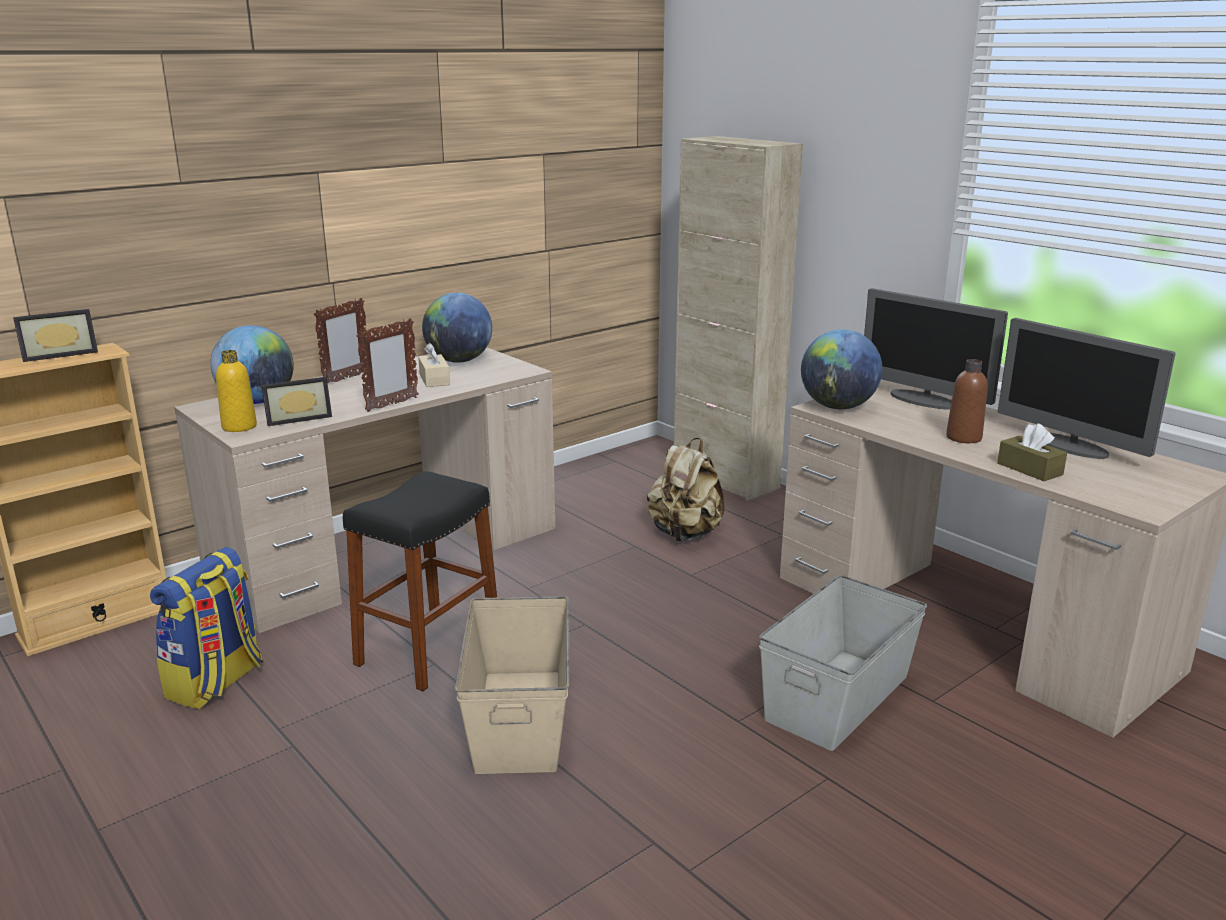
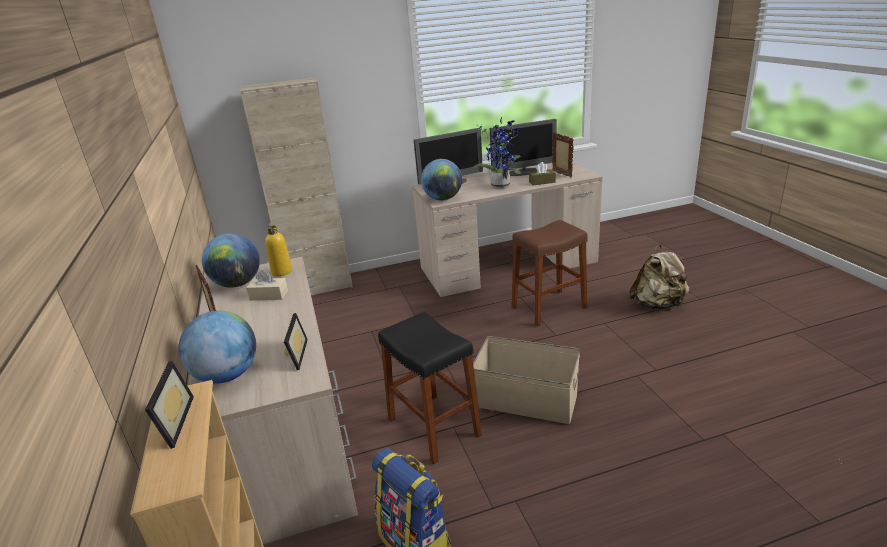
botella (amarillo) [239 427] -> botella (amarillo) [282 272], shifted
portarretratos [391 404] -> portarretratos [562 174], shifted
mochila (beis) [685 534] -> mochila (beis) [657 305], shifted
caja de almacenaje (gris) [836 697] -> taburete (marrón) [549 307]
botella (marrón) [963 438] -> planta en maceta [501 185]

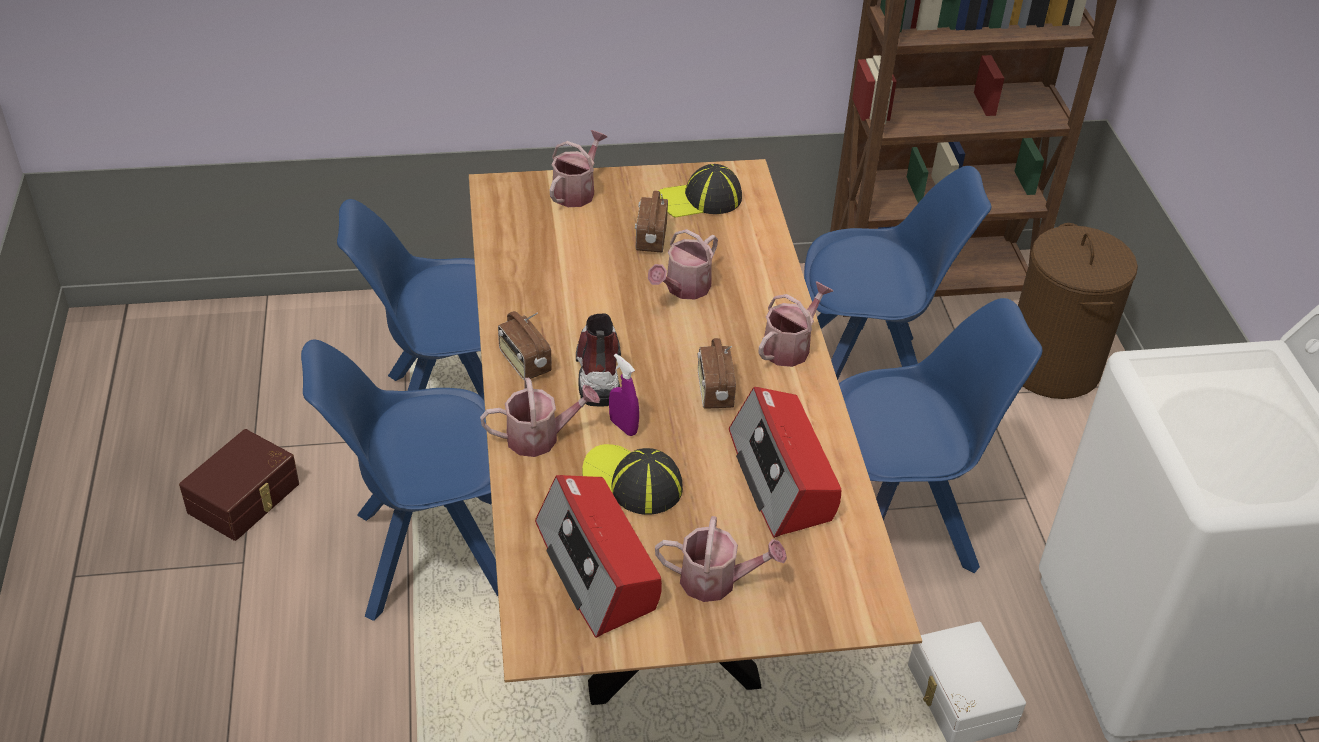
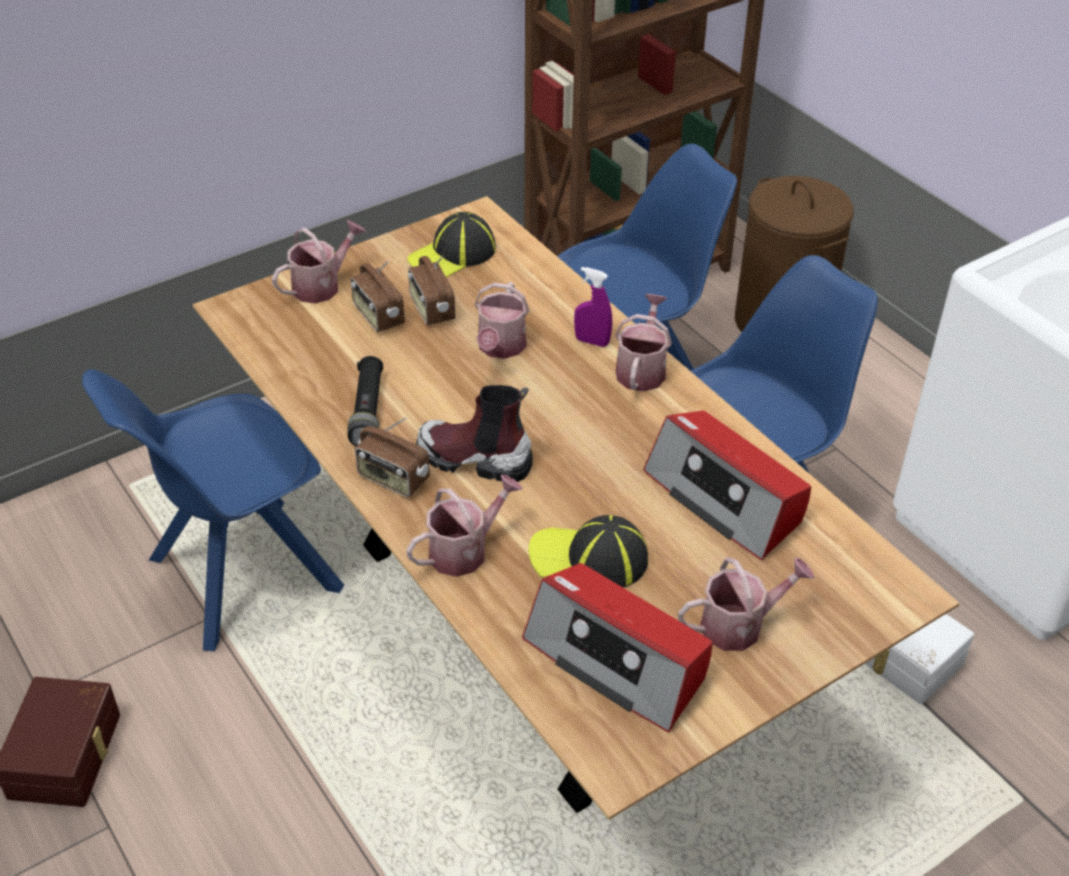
silla (azul) [427 555] -> none
regadera [577 191] -> regadera [321 285], 45 degrees clockwise
bota [598 370] -> bota [474 459], 45 degrees counterclockwise
pulverizador (morado) [623 426] -> pulverizador (morado) [592 341], shifted
radio [714 391] -> radio [378 316], shifted
none -> linterna (negro) [367 411]

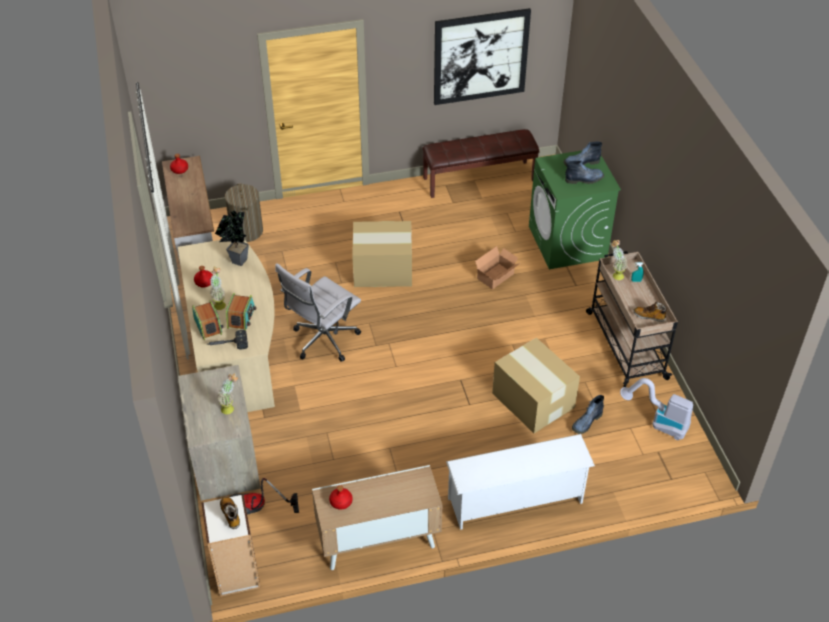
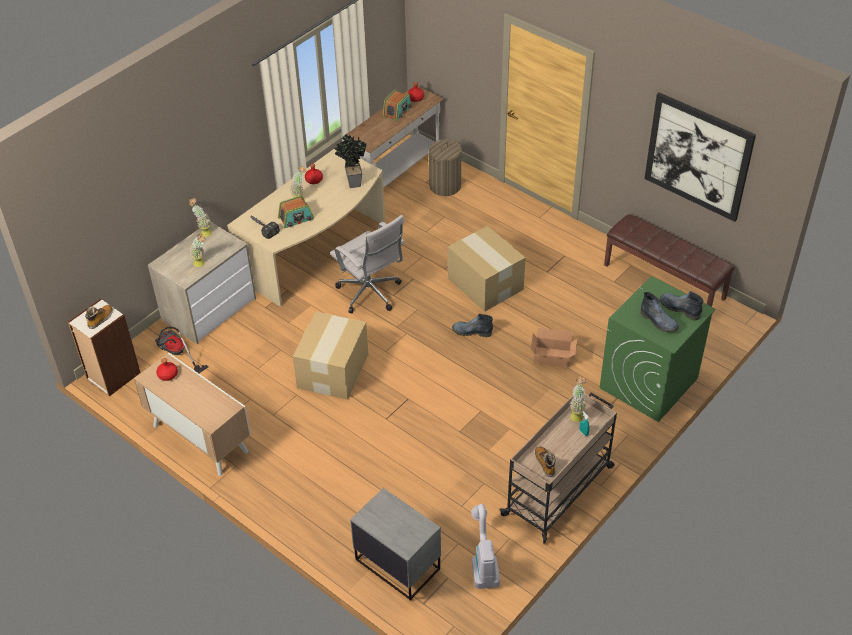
radio [208 326] -> radio [397 111], shifted
silla de oficina (blanco) [322 341] -> silla de oficina (blanco) [371 294], 135 degrees counterclockwise
zapatero (blanco) [516 502] -> none
caja de cartón [533 401] -> caja de cartón [332 371], shifted
bota [586 422] -> bota [471 332], shifted
none -> planta en maceta [203 232]
none -> mesita de noche (gris) [398 564]

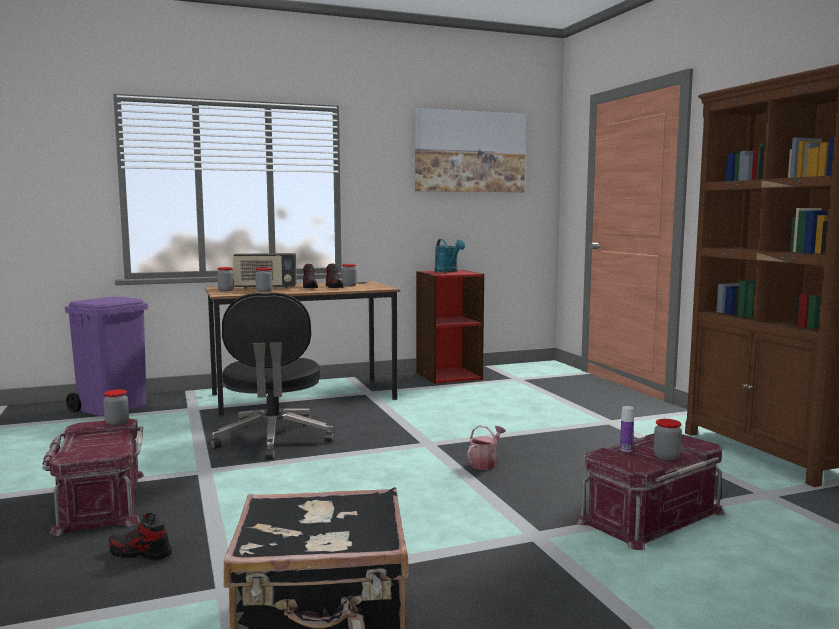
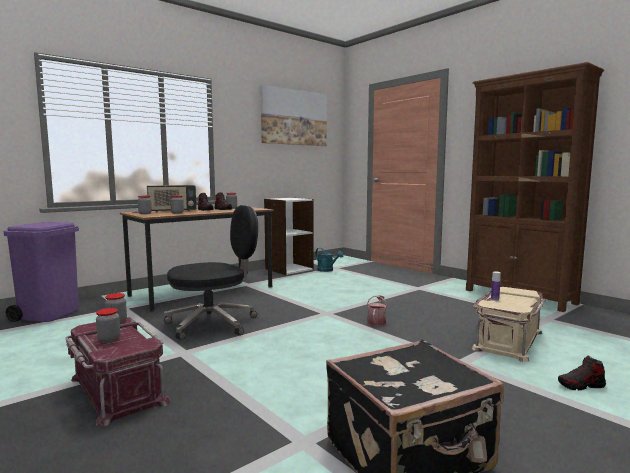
zapato [140 553] -> zapato [581 385], shifted
silla de oficina (negro) [273 440] -> silla de oficina (negro) [213 323], 90 degrees counterclockwise
estantería (rojo) [448 375] -> estantería (blanco) [289 269]
regadera (turquesa) [448 271] -> regadera (turquesa) [327 270], shifted
caja de almacenaje (rojo) [649 516] -> caja de almacenaje (beis) [507 340]
tarro [666 457] -> tarro [109 339], shifted

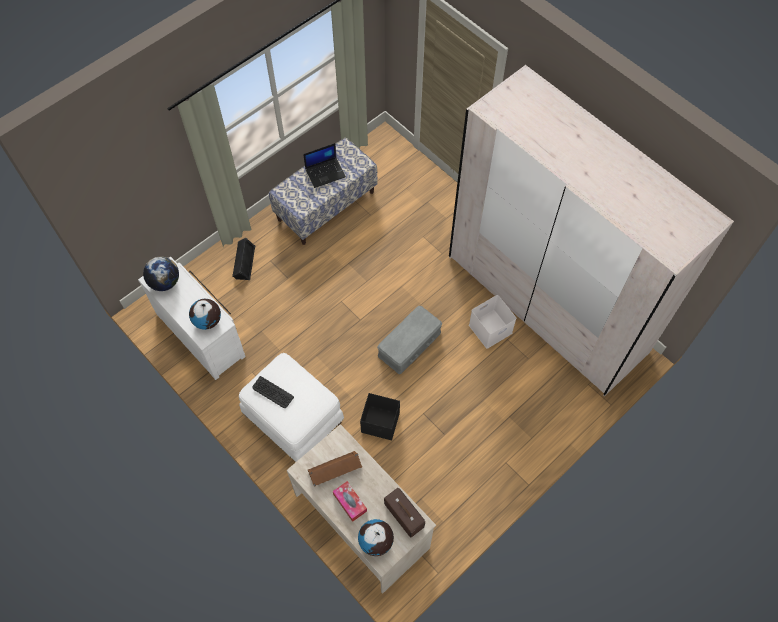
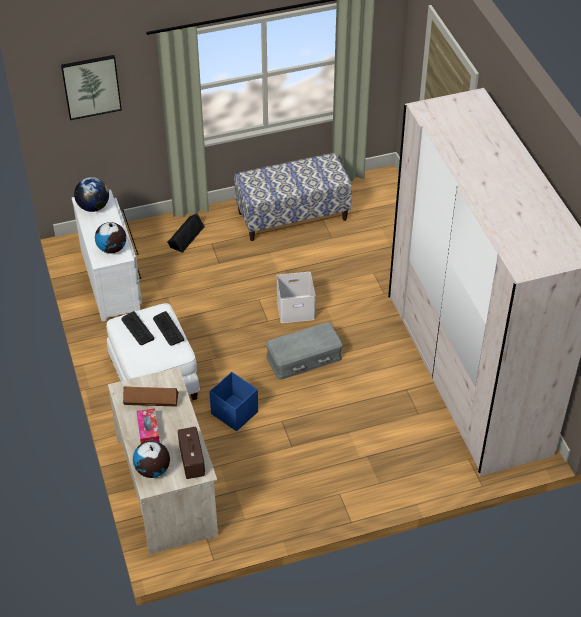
portátil [325 172] -> none
caja de almacenaje (negro) [381 423] -> caja de almacenaje (azul) [235 413]
caja de almacenaje (blanco) [490 330] -> caja de almacenaje (blanco) [295 309], shifted
none -> cuadro [91 86]
none -> teclado [168 329]

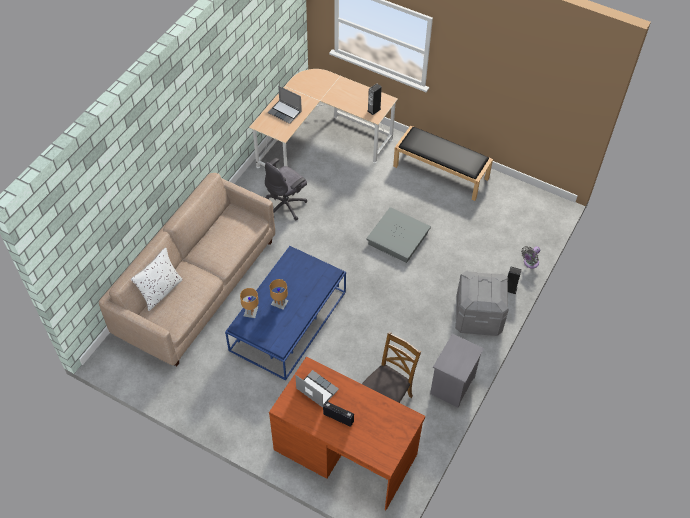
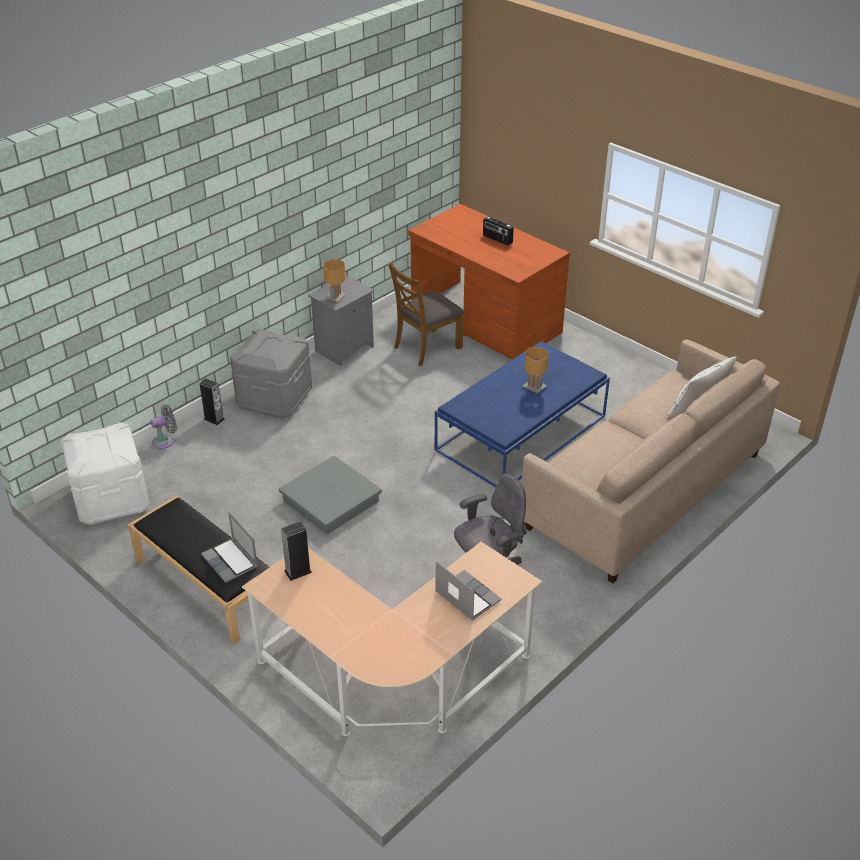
lámpara de mesa (marrón) [250 312] -> lámpara de mesa (marrón) [336 297], shifted
portátil [316 389] -> portátil [231 561], shifted
none -> caja de almacenaje (blanco) [111 500]

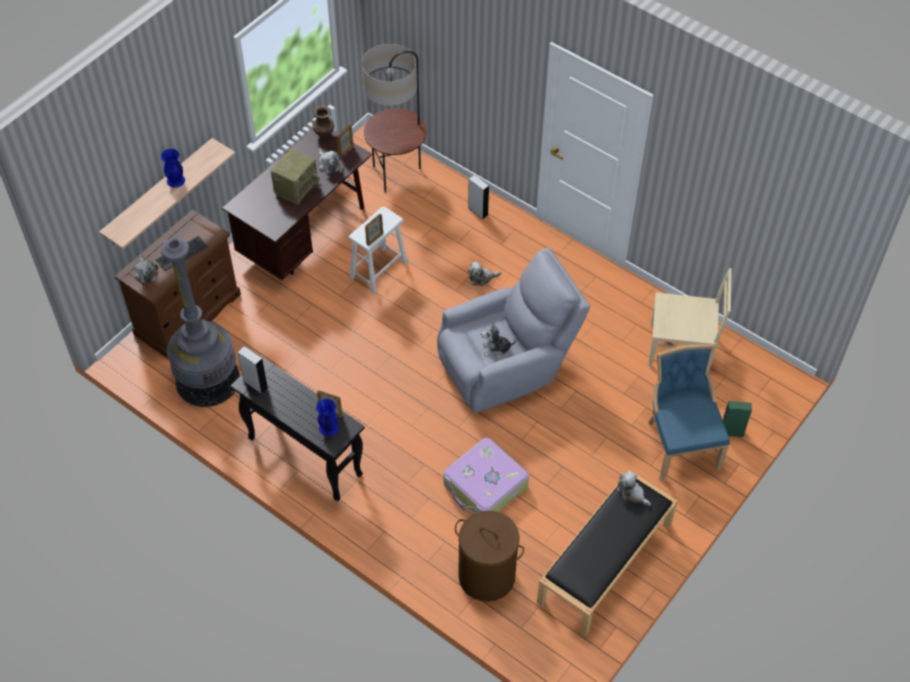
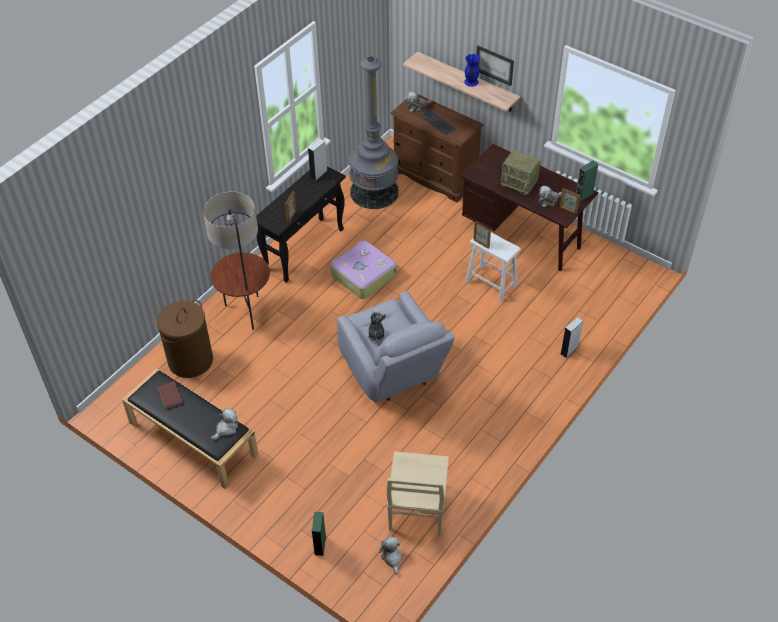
florero (marrón) [324 135] -> altavoz (verde) [584 196]
florero (azul) [328 428] -> none
lámpara de pie [397 174] -> lámpara de pie [246 313], shifted
maleta [485 486] -> maleta [363 275], shifted
peluche [482 278] -> peluche [392 557], shifted
silla (azul) [680 443] -> none
none -> libro (marrón) [170 395]
none -> cuadro [494 65]

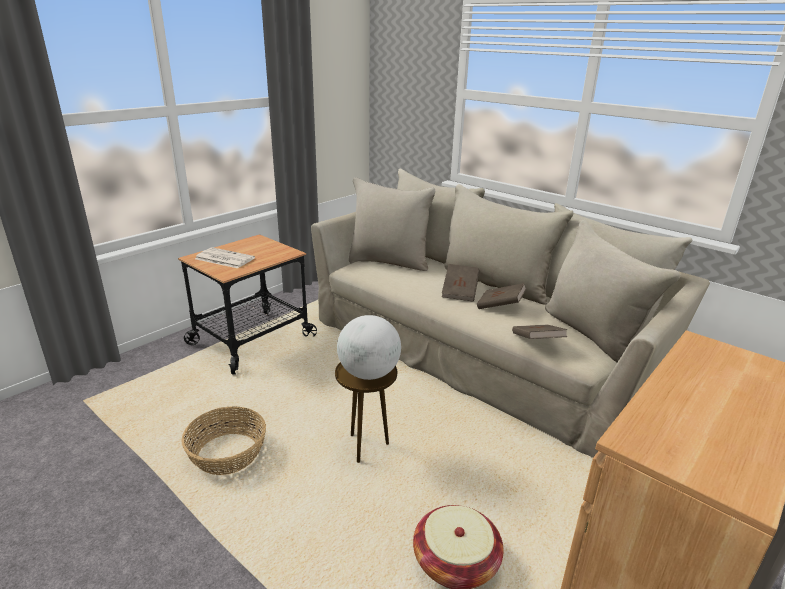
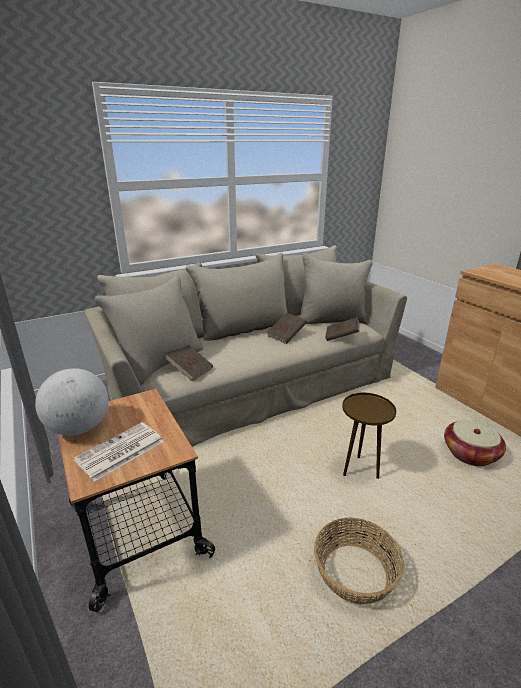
globo terráqueo [369 373] -> globo terráqueo [79 428], shifted
libro (marrón) [460 292] -> libro (marrón) [190 370], shifted

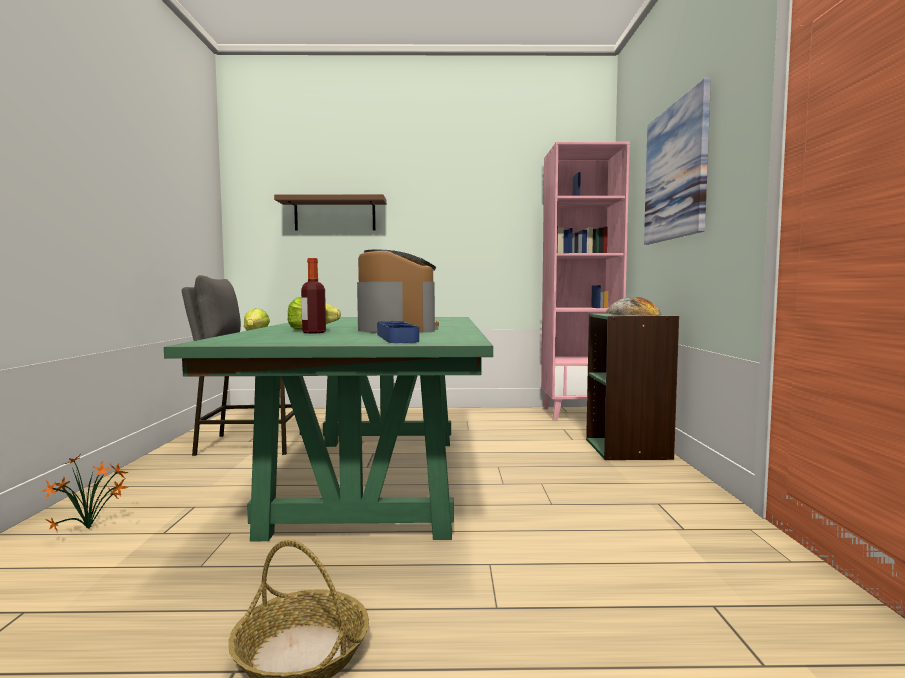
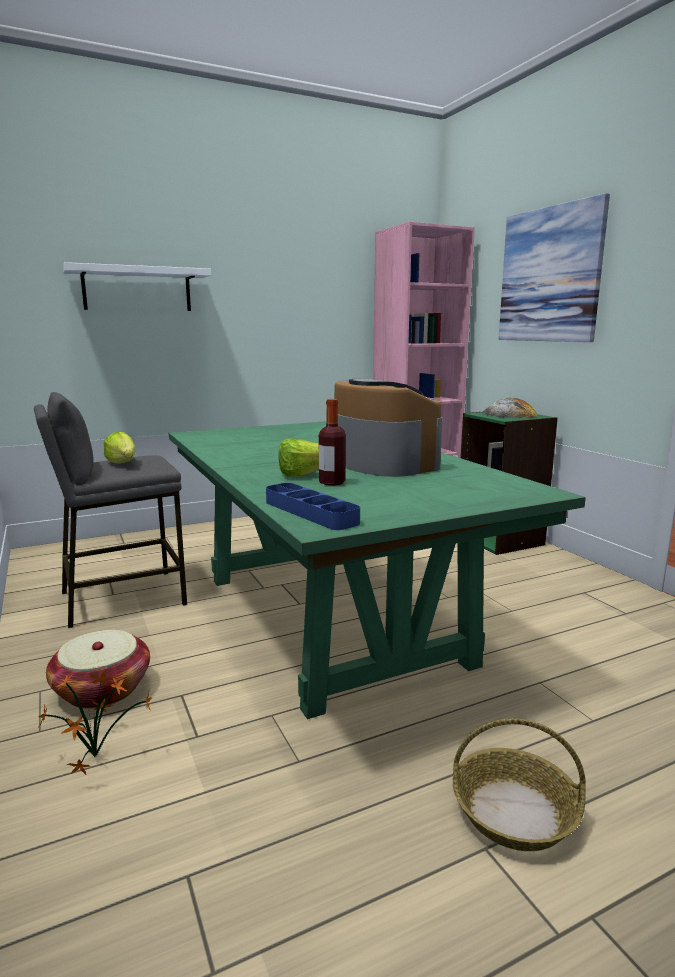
estante (marrón) [335 214] -> estante (blanco) [137 289]
bandeja (azul) [396 338] -> bandeja (azul) [310 512], shifted
none -> cesta [102 689]

